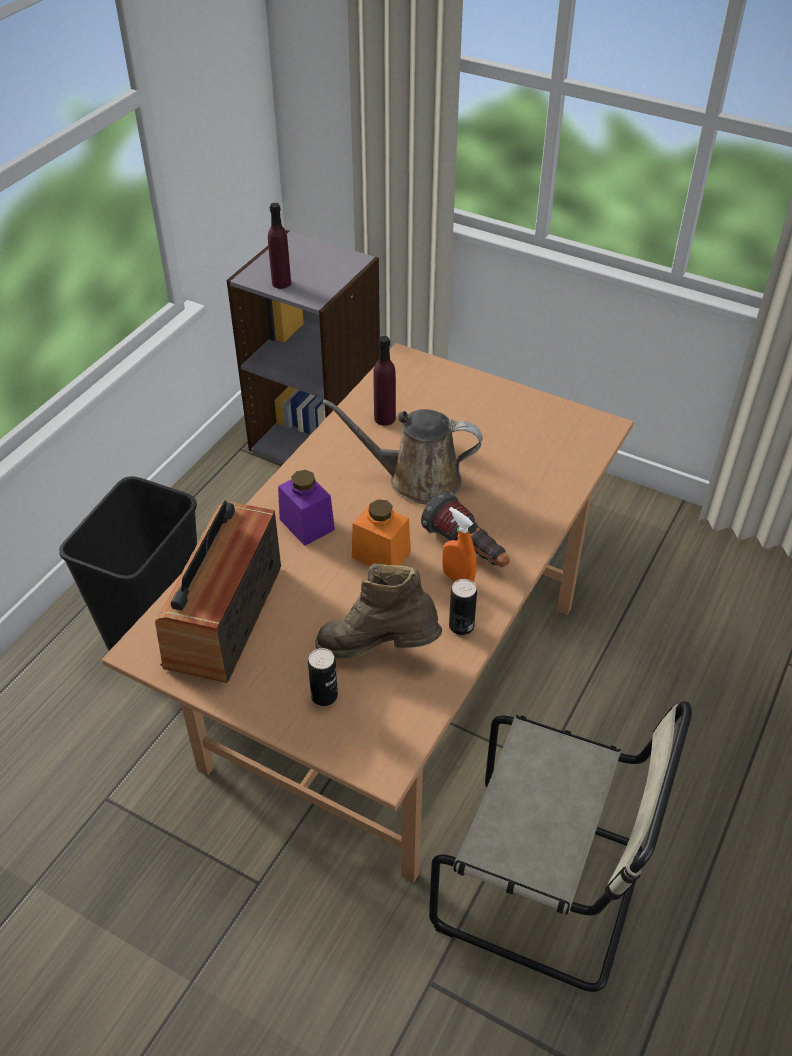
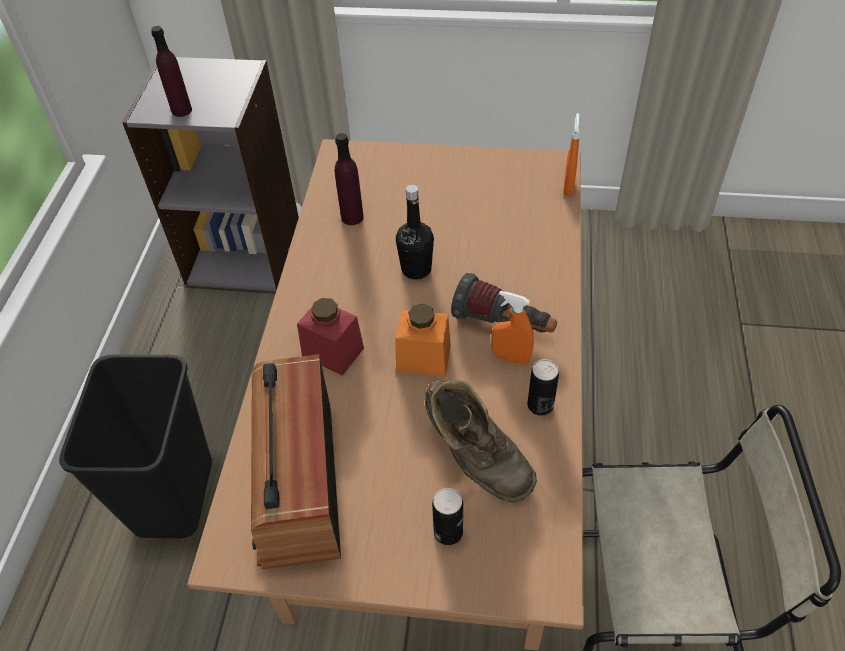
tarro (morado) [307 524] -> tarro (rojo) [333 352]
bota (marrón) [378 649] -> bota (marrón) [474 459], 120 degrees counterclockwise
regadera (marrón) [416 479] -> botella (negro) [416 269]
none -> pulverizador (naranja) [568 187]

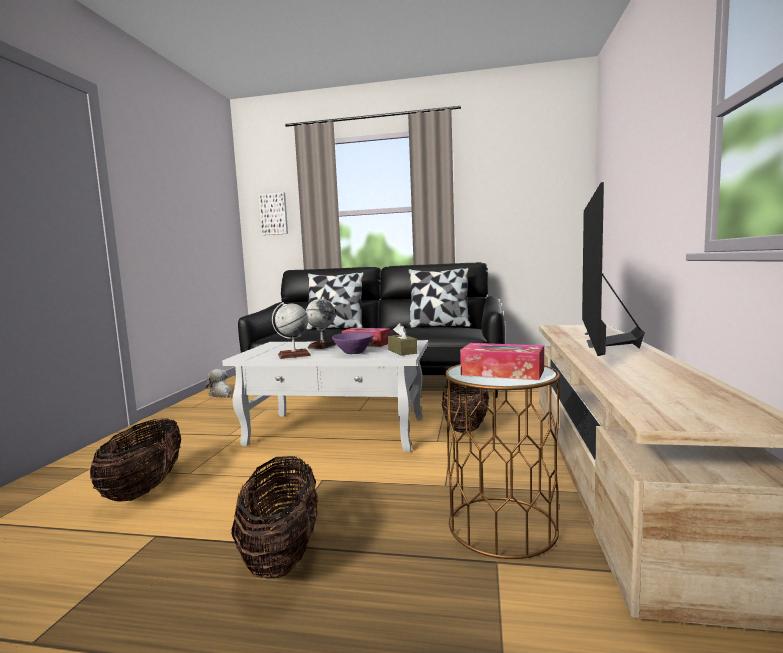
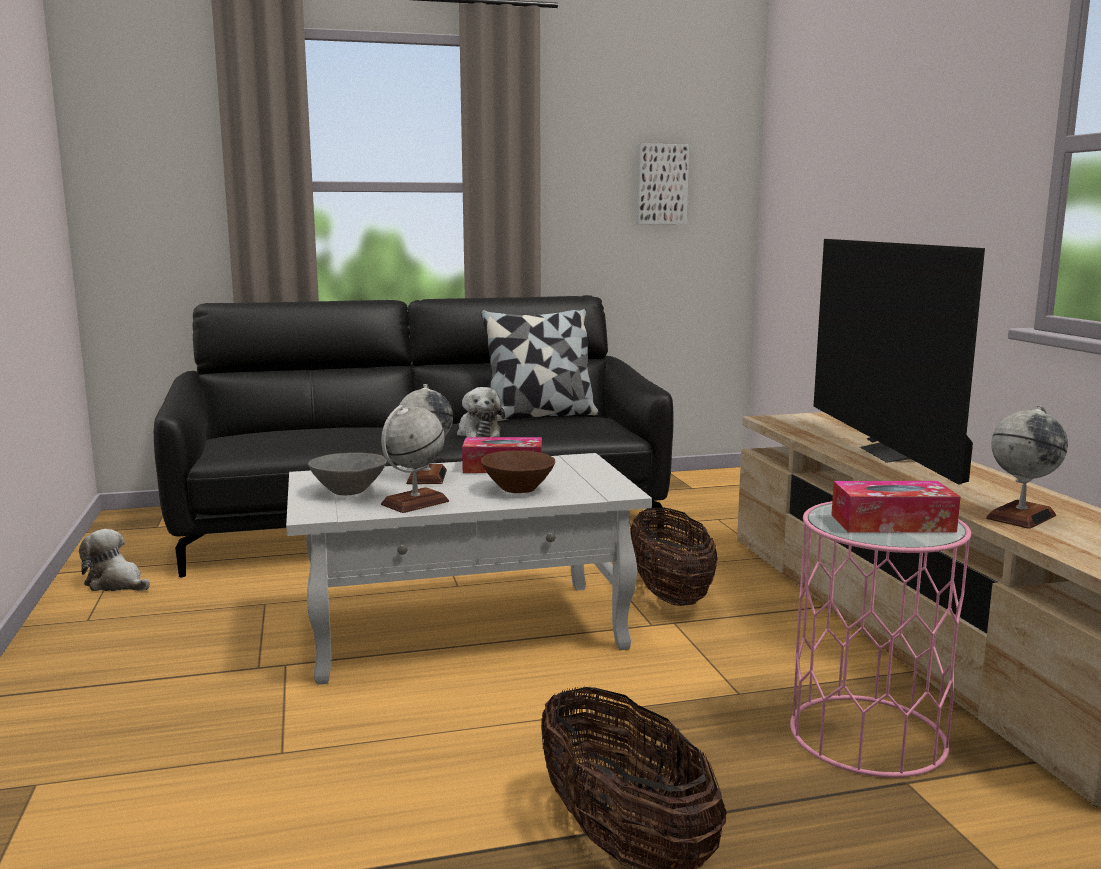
cesta [144 489] -> none
cuadro [274 214] -> cuadro [661 184], shifted
cojín [335 328] -> none
cuenco (morado) [353 353] -> cuenco (marrón) [518 490]
caja de pañuelos (marrón) [402 351] -> none
mesa auxiliar (marrón) [502 526] -> mesa auxiliar (rosa) [868 735]
none -> cuenco (gris) [349 491]
none -> peluche [478 432]
none -> globo terráqueo [1021 517]

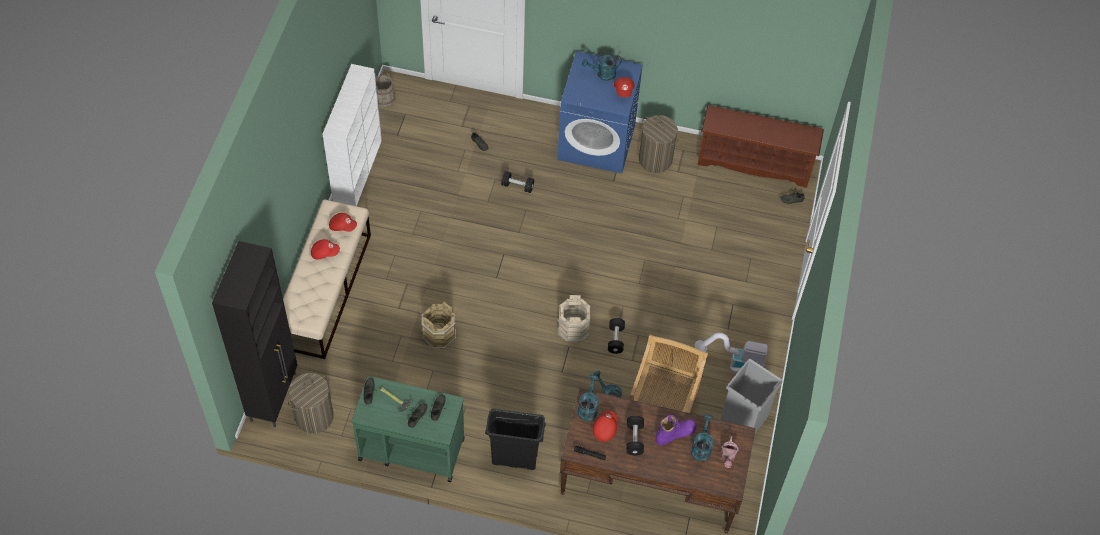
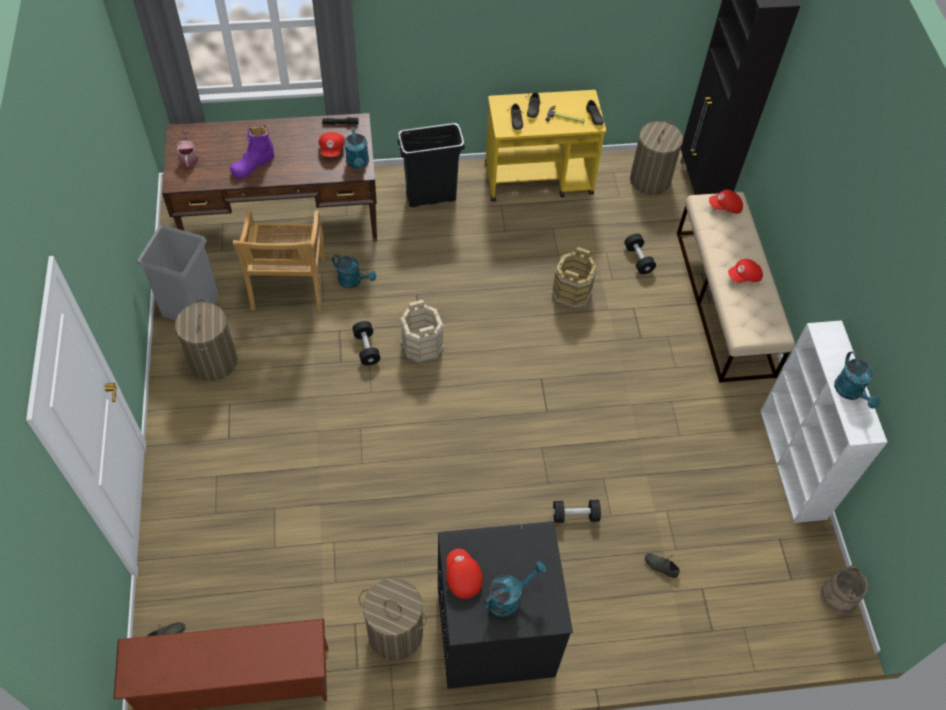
gorra (rojo) [343 226] -> gorra (rojo) [725 207], shifted
carrito (verde) [410 449] -> carrito (amarillo) [539 179]
lavadora (azul) [597 142] -> lavadora (negro) [494 633]
mancuerna (negro) [634 439] -> mancuerna (negro) [638 259], shifted
regadera (turquesa) [701 447] -> regadera (turquesa) [850 392], shifted
aspiradora [734 365] -> cesto de la ropa [213 361]

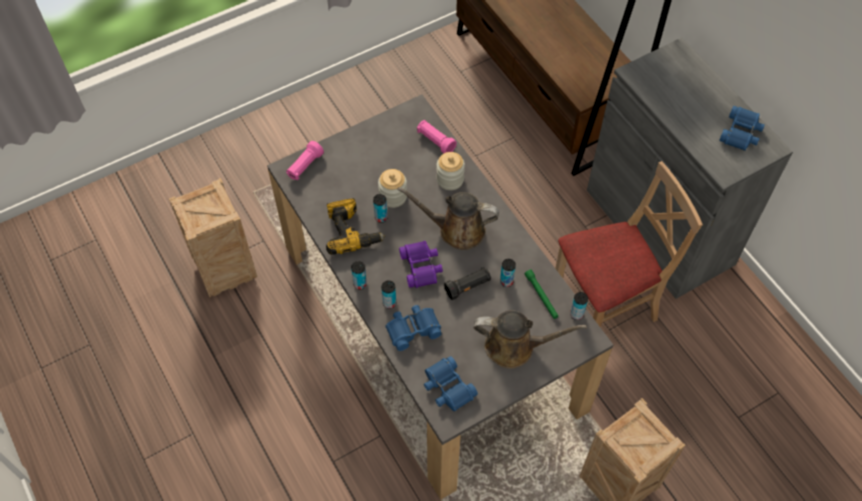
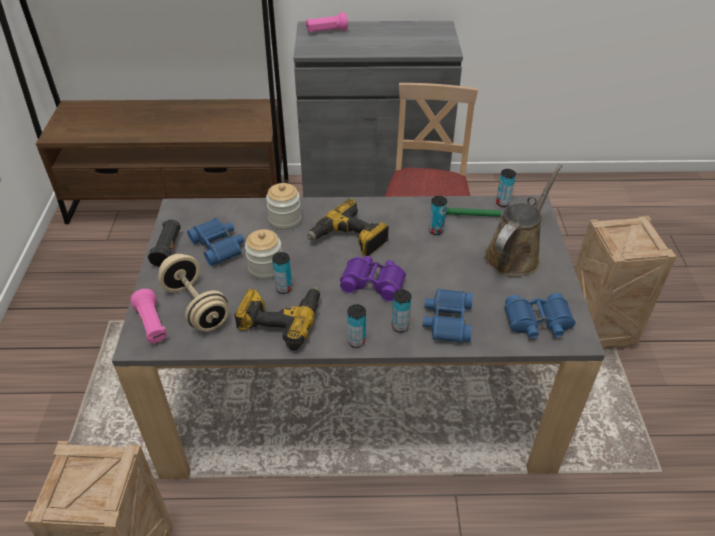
regadera (marrón) [457 230] -> taladro [349 239]
linterna (rosa) [435 141] -> linterna (rosa) [326 31], shifted
linterna (negro) [468 287] -> linterna (negro) [168 250], shifted
prismáticos (azul) [741 133] -> prismáticos (azul) [218 246], shifted
none -> mancuerna (beis) [196 306]

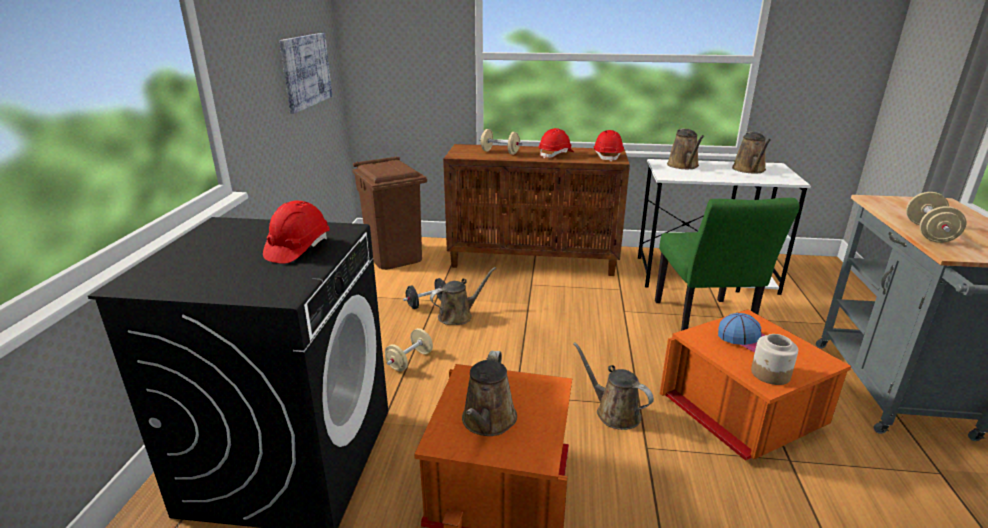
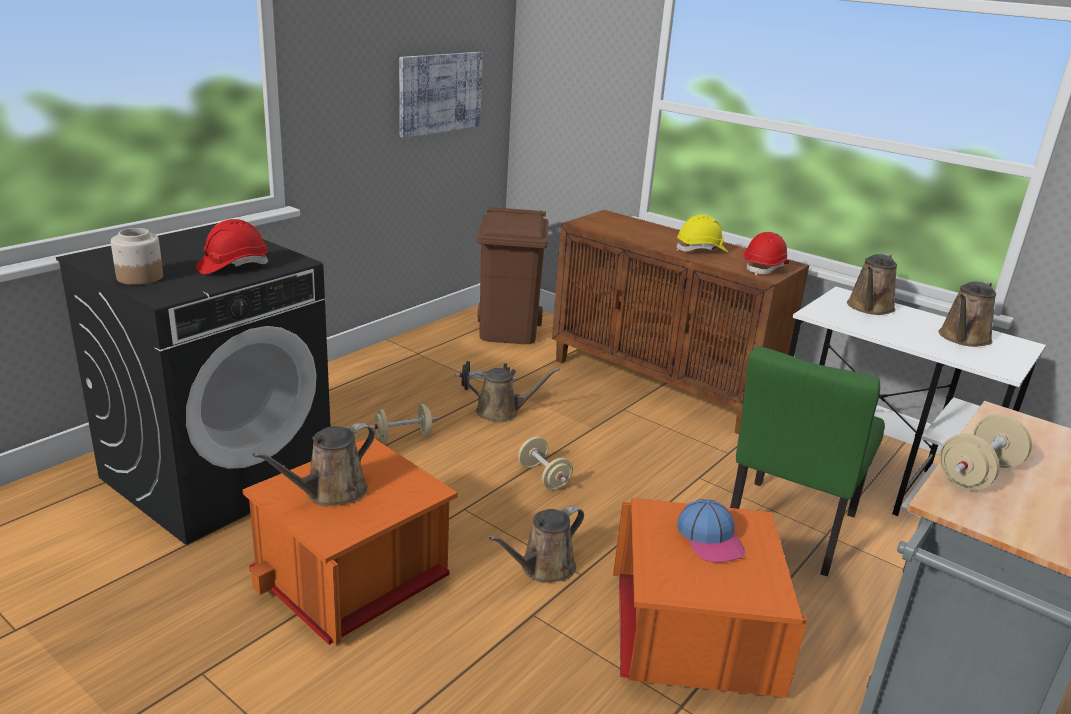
mancuerna (beis) [500 152] -> mancuerna (beis) [544 477], shifted
casco (rojo) [556 154] -> casco (amarillo) [701 250]
regadera (marrón) [614 412] -> regadera (marrón) [543 568], 120 degrees counterclockwise
tarro [770 374] -> tarro [139 277], shifted

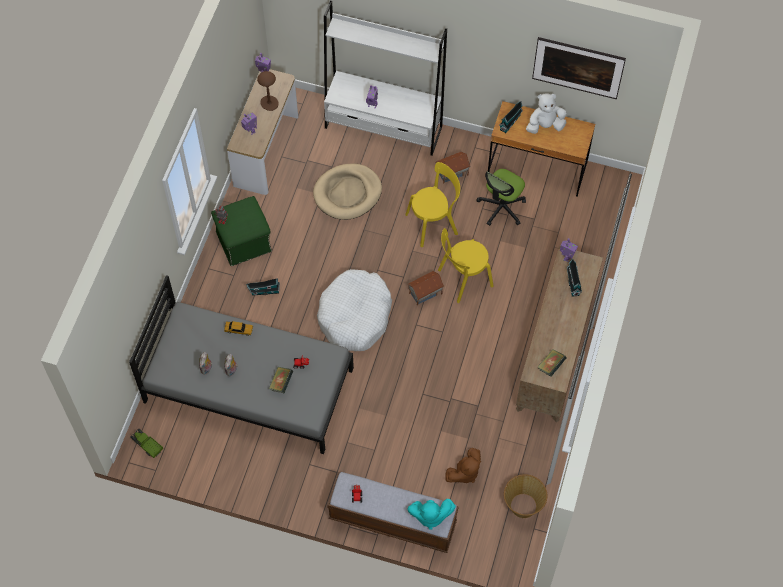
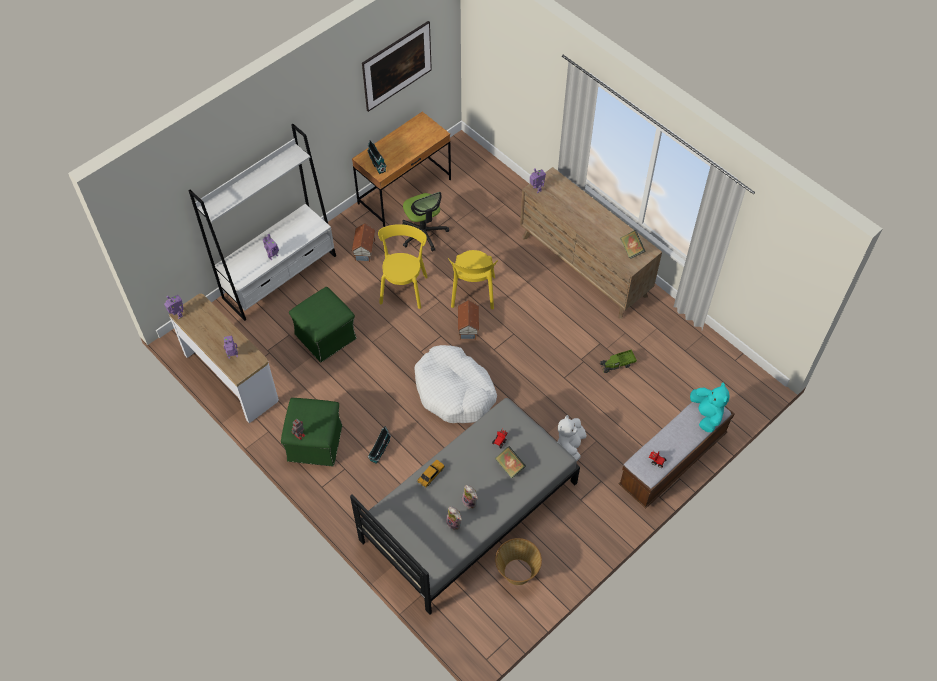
camión de juguete [147 445] -> camión de juguete [617 364], shifted
lámpara de mesa (marrón) [269 104] -> none
cama para perro (beis) [347 193] -> puf (verde) [326 336]
peluche (turquesa) [430 516] -> peluche (turquesa) [706 414], 45 degrees counterclockwise
peluche (marrón) [464 473] -> none
cesta [523 505] -> cesta [517 572], shifted
peluche (blanco) [545 126] -> peluche (blanco) [570 445], shifted
casita [573 282] -> none

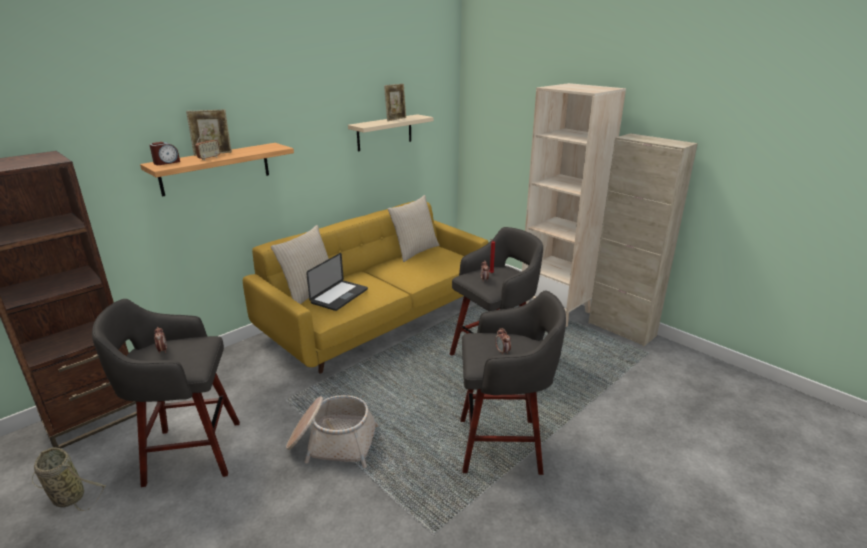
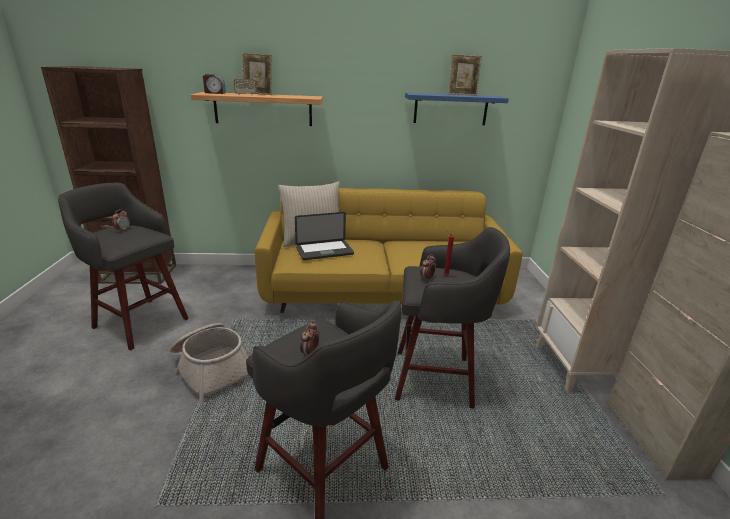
cesta [67 496] -> none
estante (beis) [384 132] -> estante (azul) [450 109]
cojín (beis) [414 251] -> none

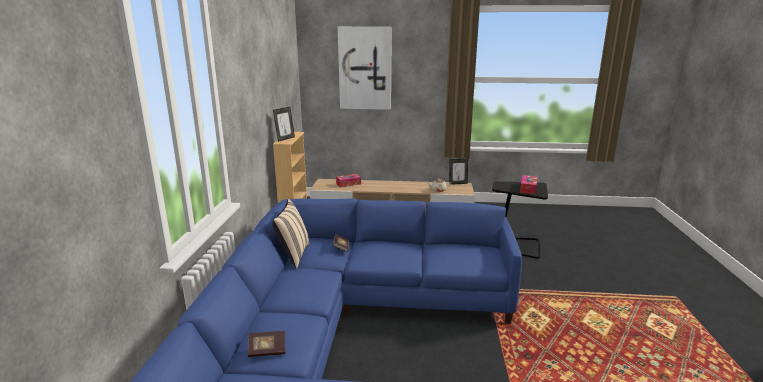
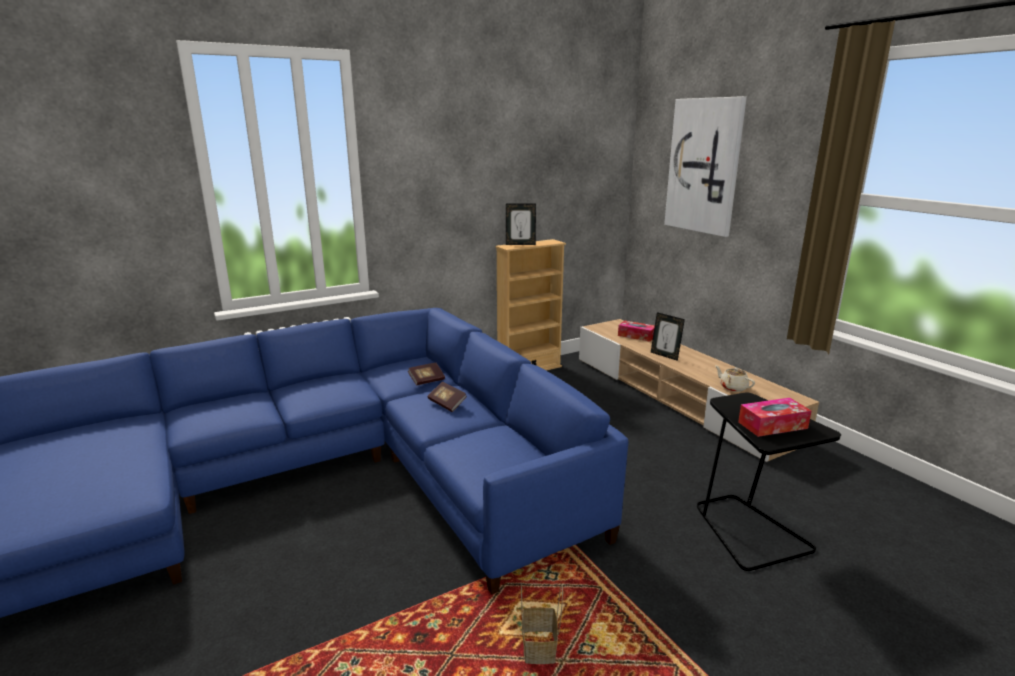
libro [267 350] -> libro [447 404], shifted
cojín (beis) [293 255] -> none
portarretratos [457 183] -> portarretratos [665 355], shifted
none -> cesta [540 649]

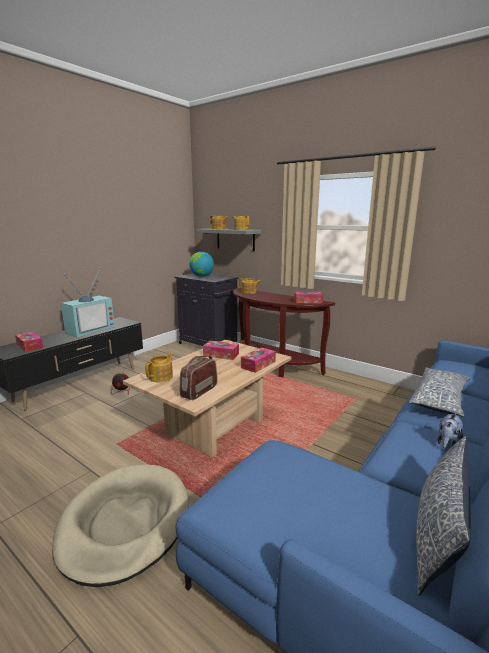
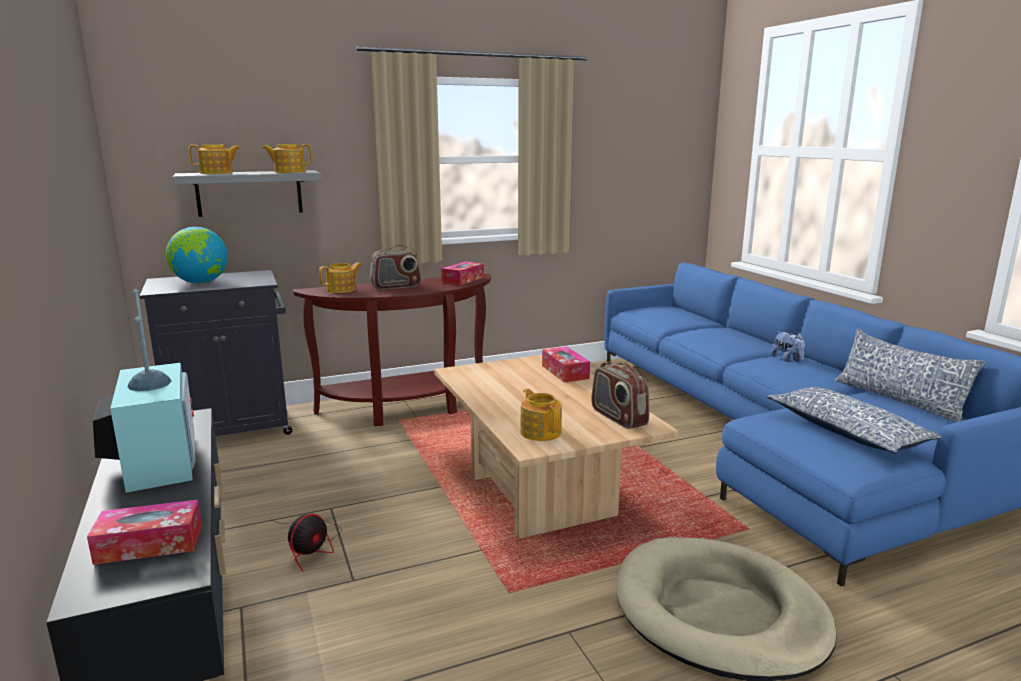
caja de pañuelos [221 355] -> none
cojín [440 399] -> cojín [846 431], shifted
none -> radio [396 286]

